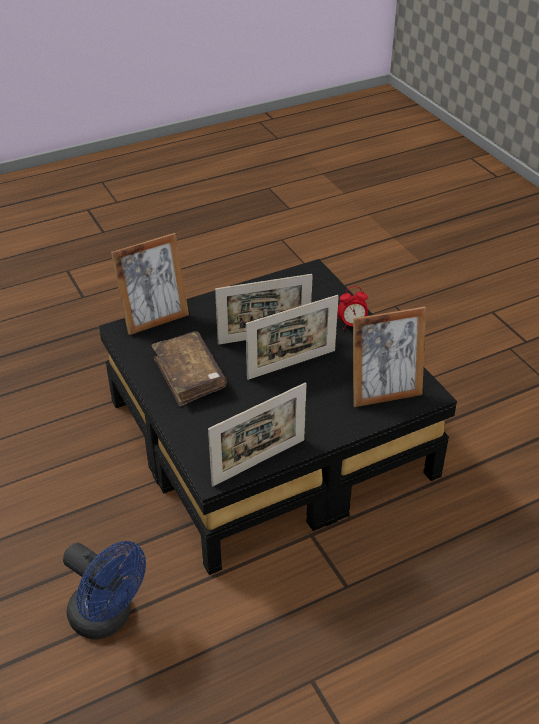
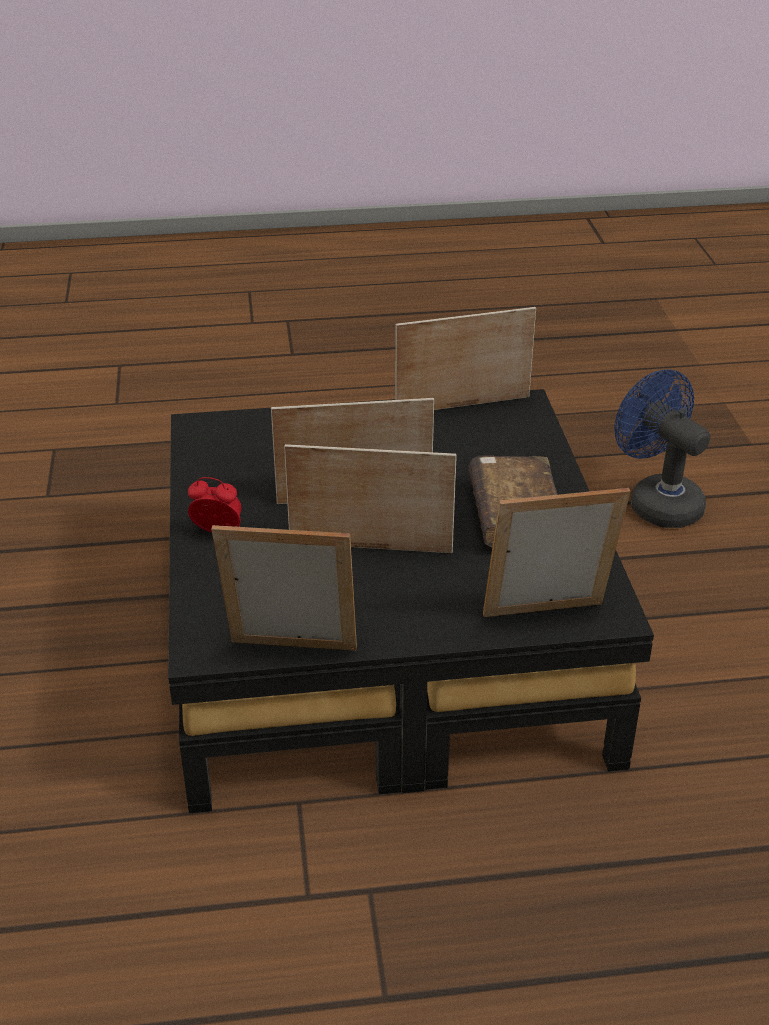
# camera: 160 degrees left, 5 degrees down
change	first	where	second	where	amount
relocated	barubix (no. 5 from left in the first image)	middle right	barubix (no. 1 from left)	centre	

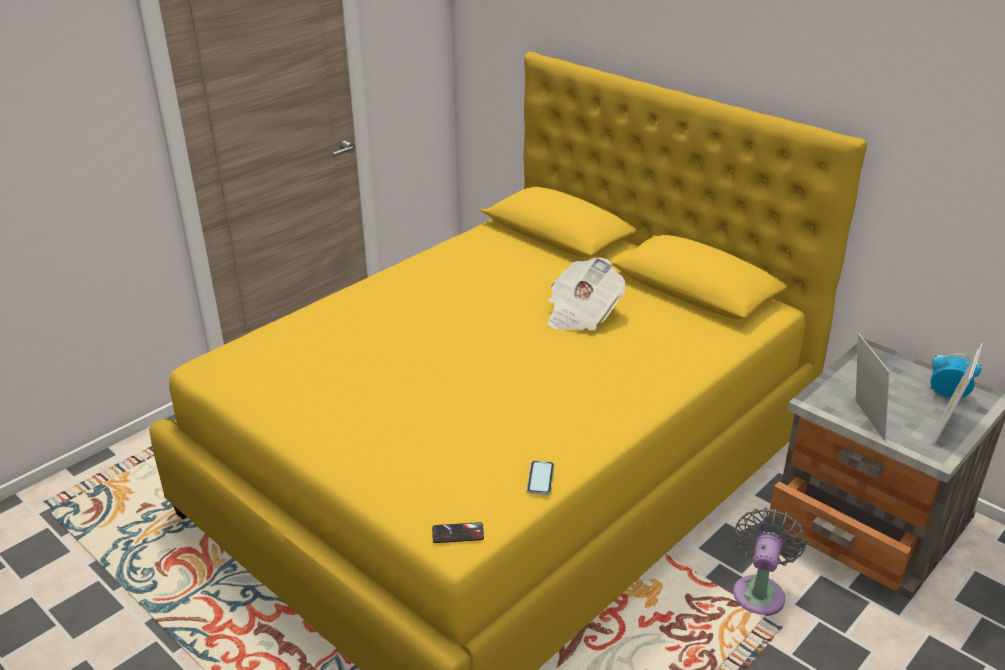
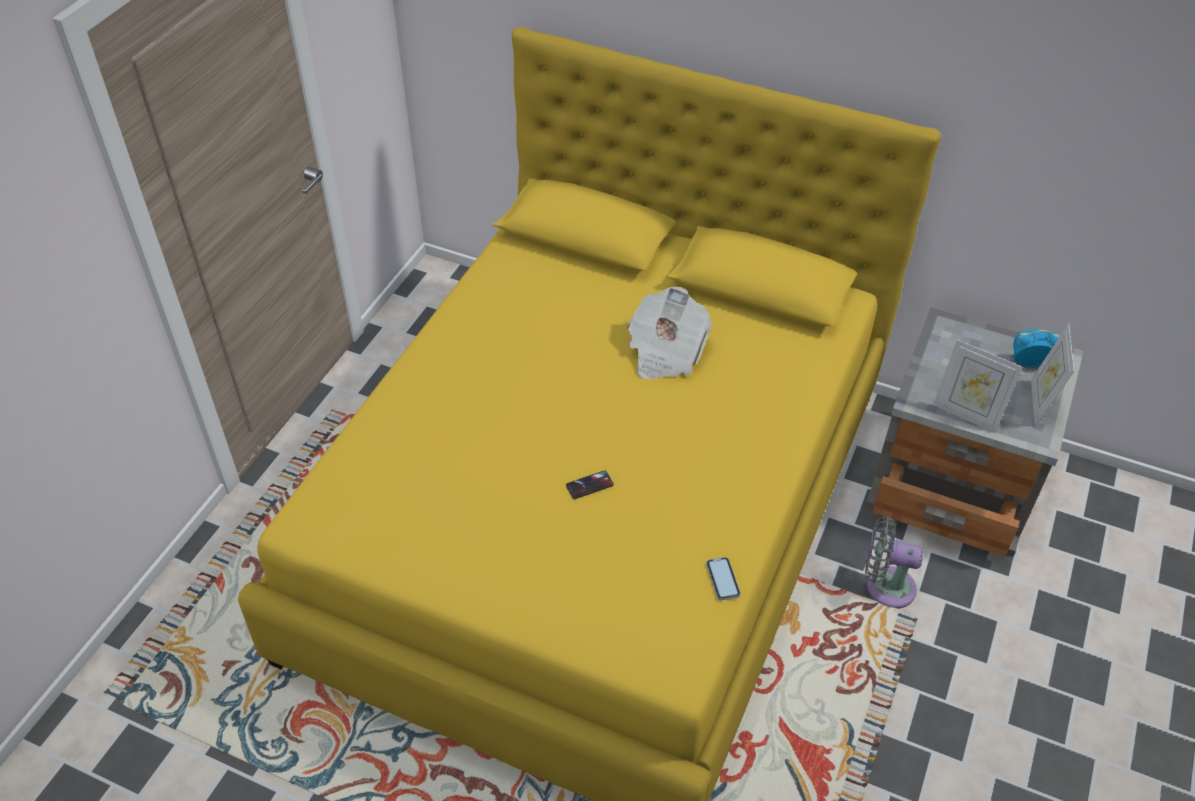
# camera: 20 degrees left, 15 degrees up
change	first	where	second	where	amount
spun	barubix (no. 1 from left)	middle right		middle right	150 degrees clockwise
spun	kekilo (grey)	bottom right		bottom right	75 degrees counterclockwise
relocated	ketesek (no. 1 from left)	bottom centre		centre	

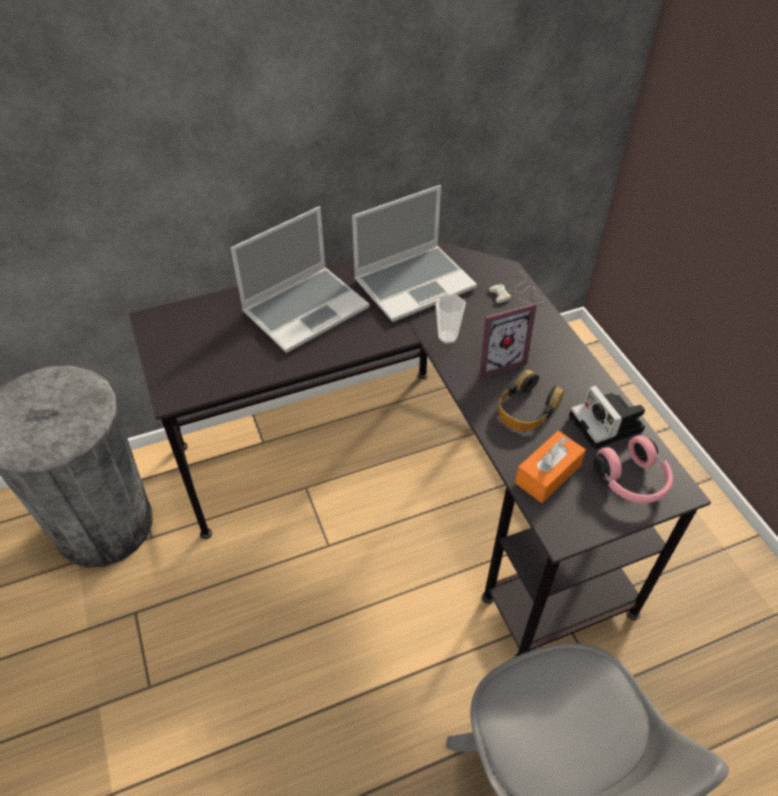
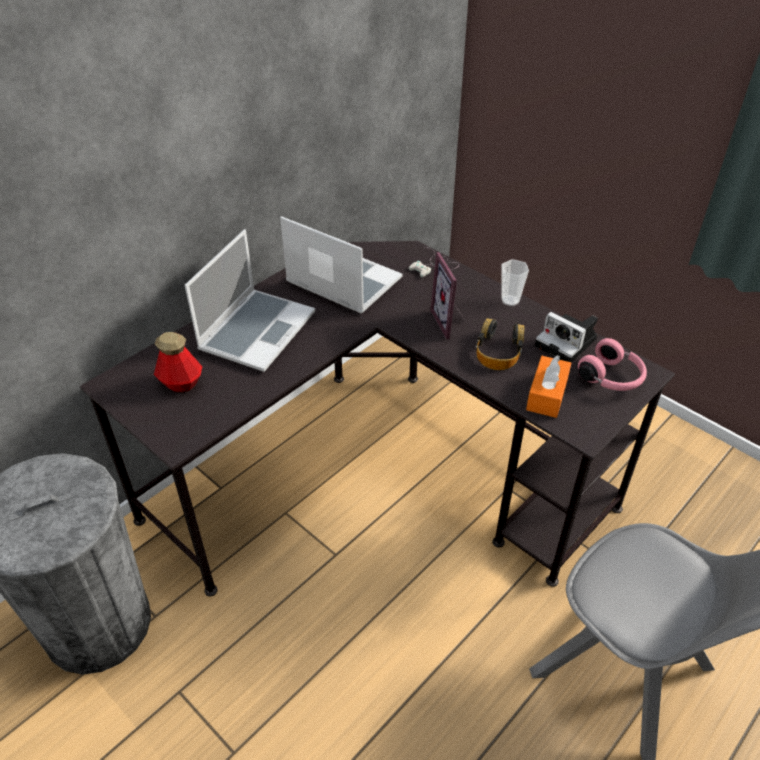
# camera: 25 degrees left, 5 degrees down
change	first	where	second	where	amount
spun	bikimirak (no. 2 from left)	top centre		centre	90 degrees counterclockwise
relocated	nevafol	centre		middle right	
spun	barubix	centre		centre	120 degrees clockwise
appeared			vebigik	middle left	

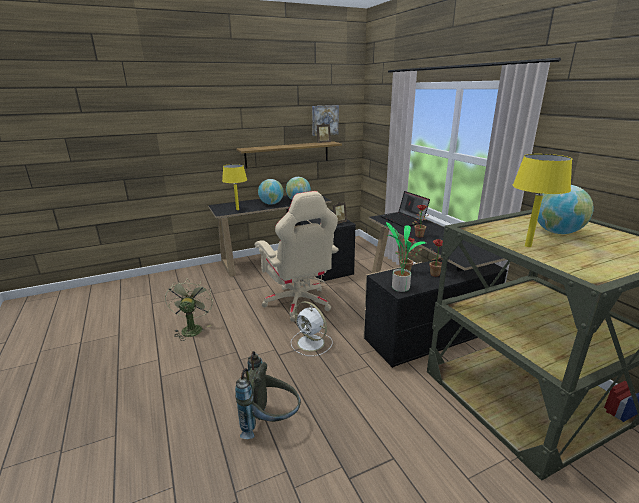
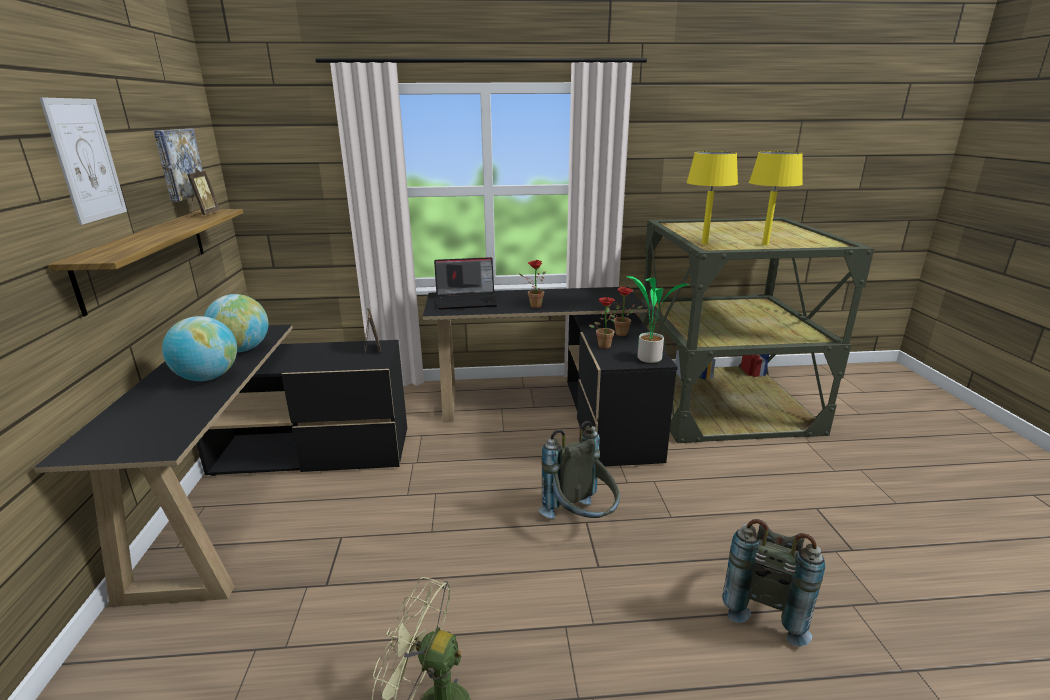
# camera: 70 degrees left, 0 degrees up
change	first	where	second	where	amount
relocated	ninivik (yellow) (no. 1 from left)	centre		top right	
missing	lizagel (no. 3 from left)	middle right			
missing	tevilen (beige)	centre			
exchanged	kekilo (white)	centre	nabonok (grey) (no. 1 from left)	bottom centre	
appeared			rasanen (no. 1 from left)	top left	

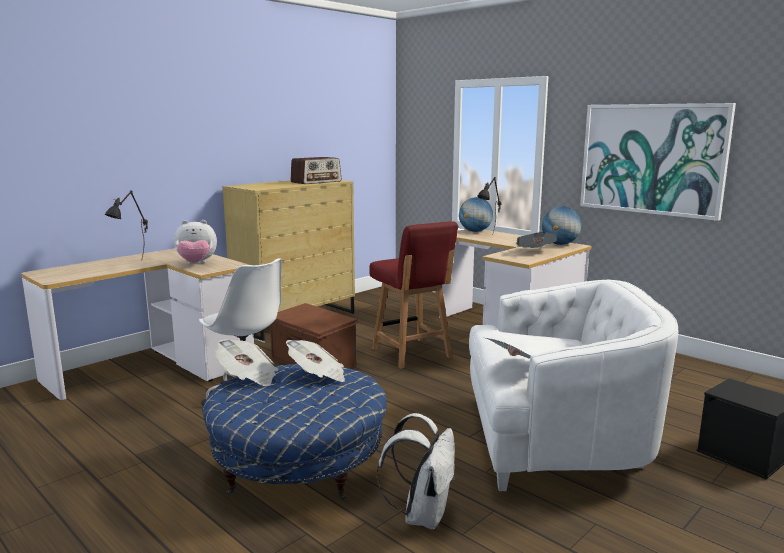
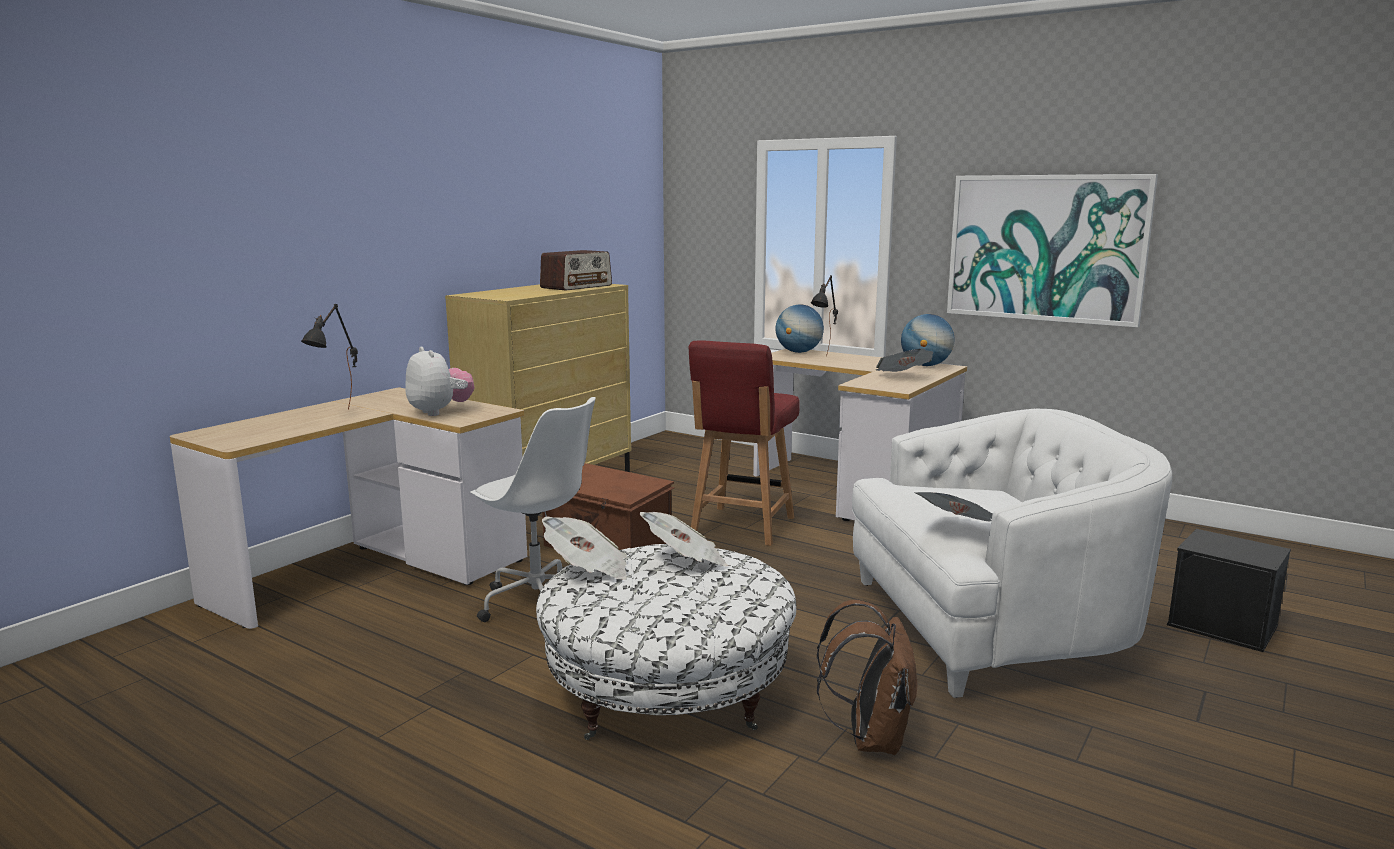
# camera: 10 degrees left, 0 degrees up
change	first	where	second	where	amount
spun	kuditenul	middle left		middle left	105 degrees counterclockwise
spun	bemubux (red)	centre		centre	60 degrees clockwise
colour	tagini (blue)	bottom centre	tagini (white)	bottom centre	
colour	nabonok (white)	bottom centre	nabonok (brown)	bottom centre	

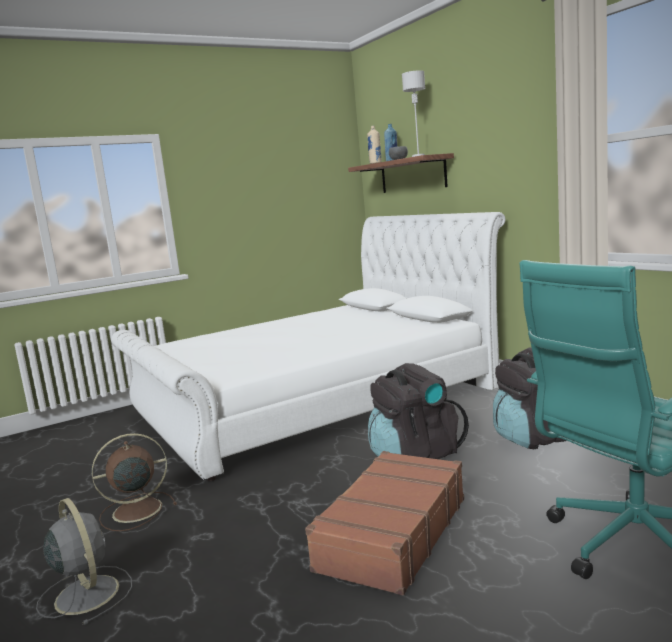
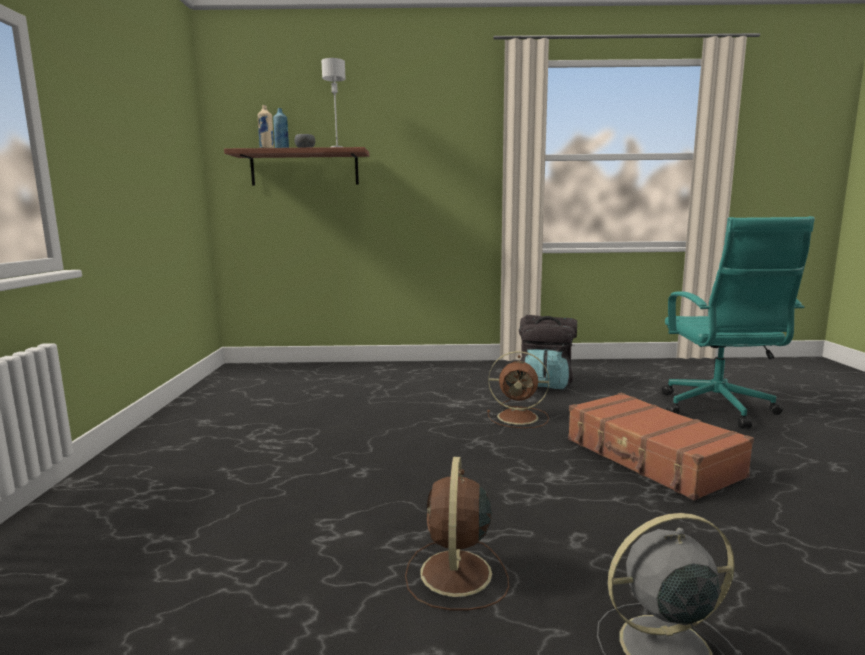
# camera: 60 degrees left, 0 degrees up
change	first	where	second	where	amount
missing	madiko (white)	centre			
exchanged	nabonok (black) (no. 1 from left)	centre	kekilo (brown) (no. 2 from left)	centre	

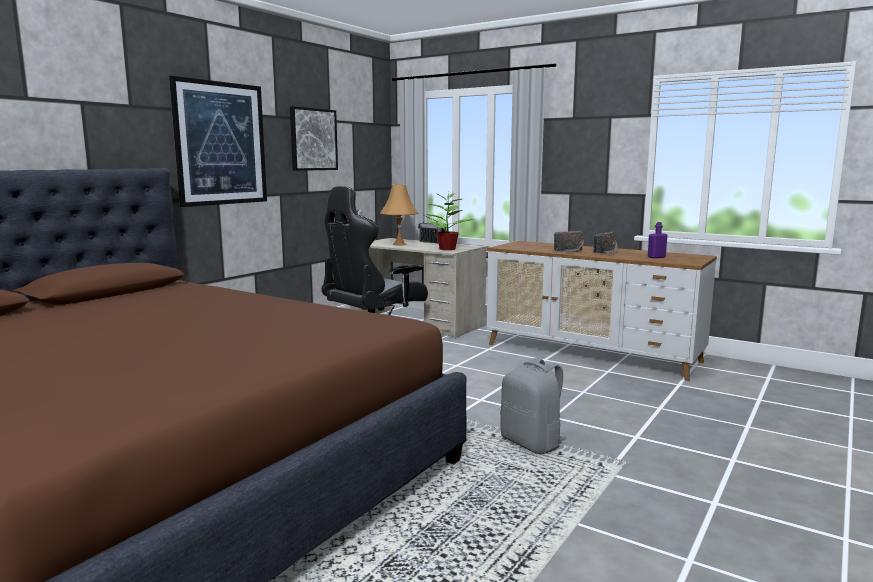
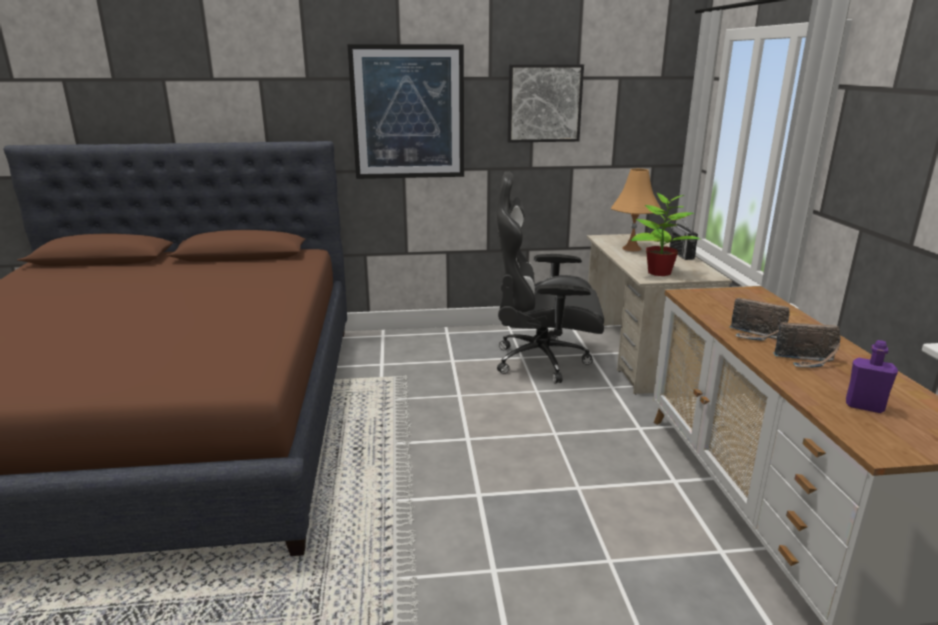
# camera: 50 degrees right, 10 degrees up
change	first	where	second	where	amount
missing	nabonok (grey)	bottom centre			

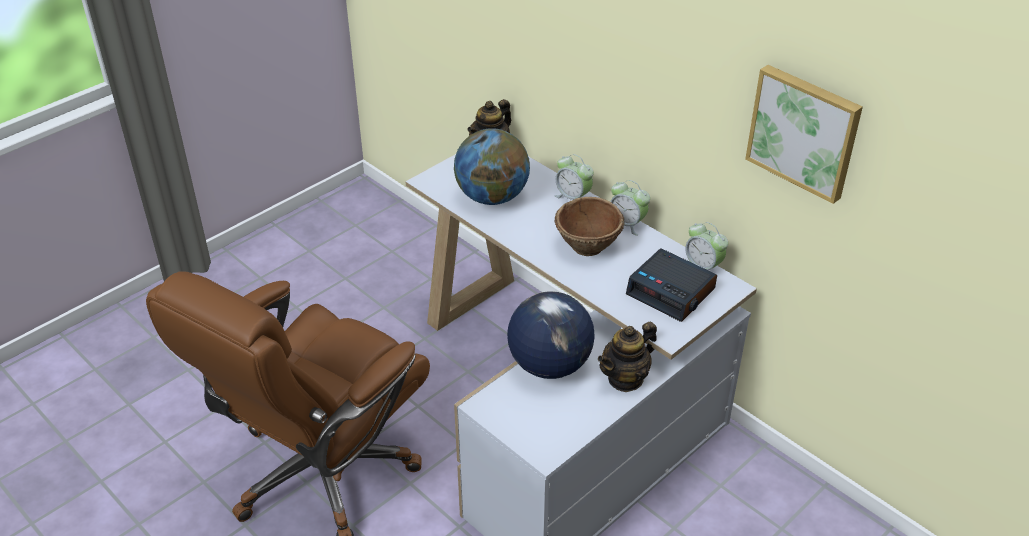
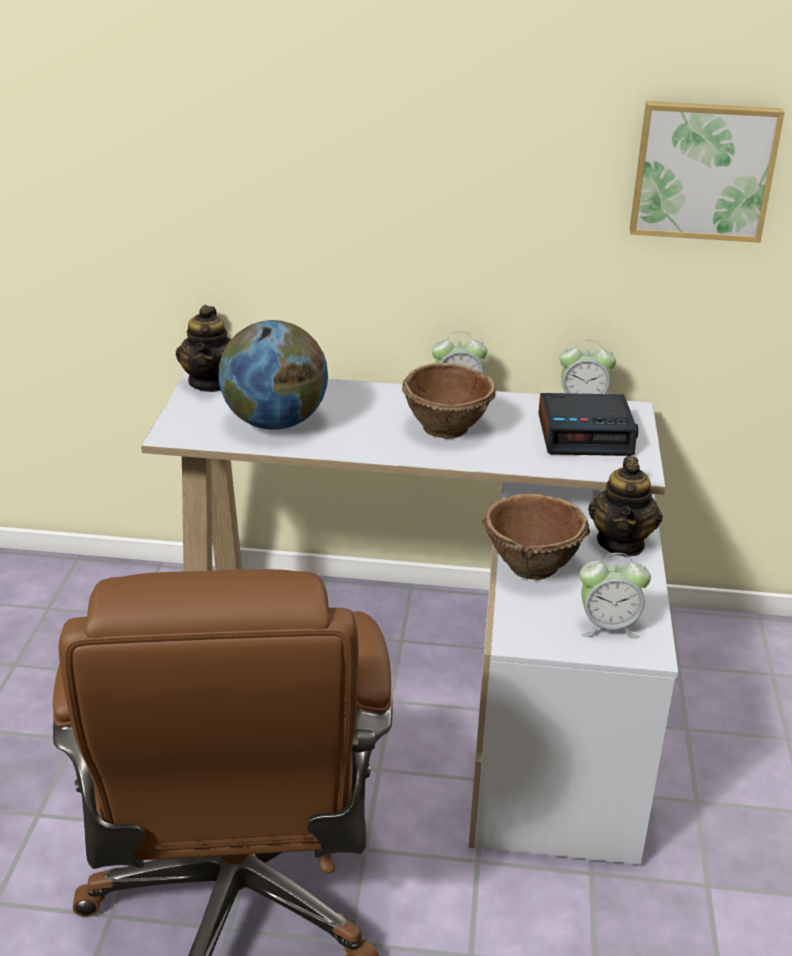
# camera: 40 degrees left, 10 degrees down
change	first	where	second	where	amount
relocated	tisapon (no. 1 from left in the first image)	top centre	tisapon (no. 4 from left)	middle right	
exchanged	lizagel (no. 2 from left)	centre	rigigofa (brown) (no. 2 from left)	middle right	

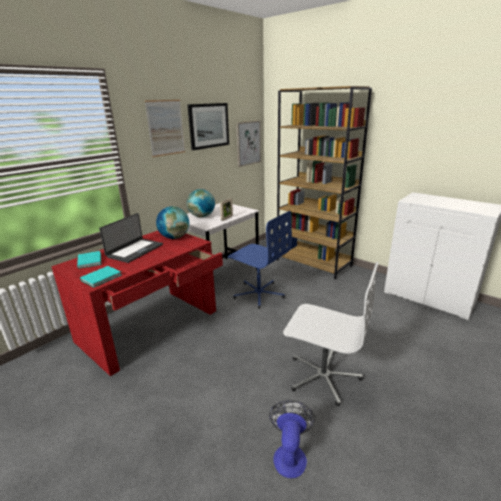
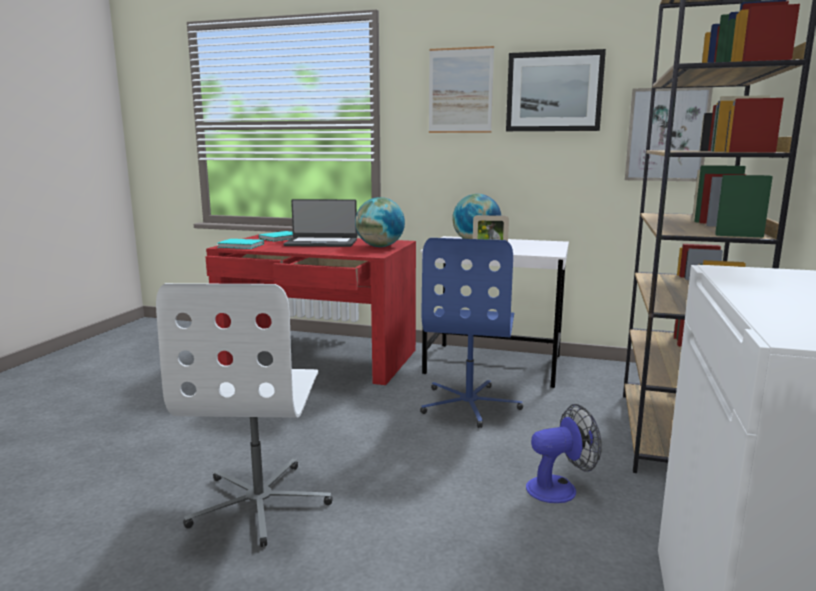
# camera: 65 degrees right, 10 degrees down
change	first	where	second	where	amount
relocated	kekilo	bottom centre		bottom right	

